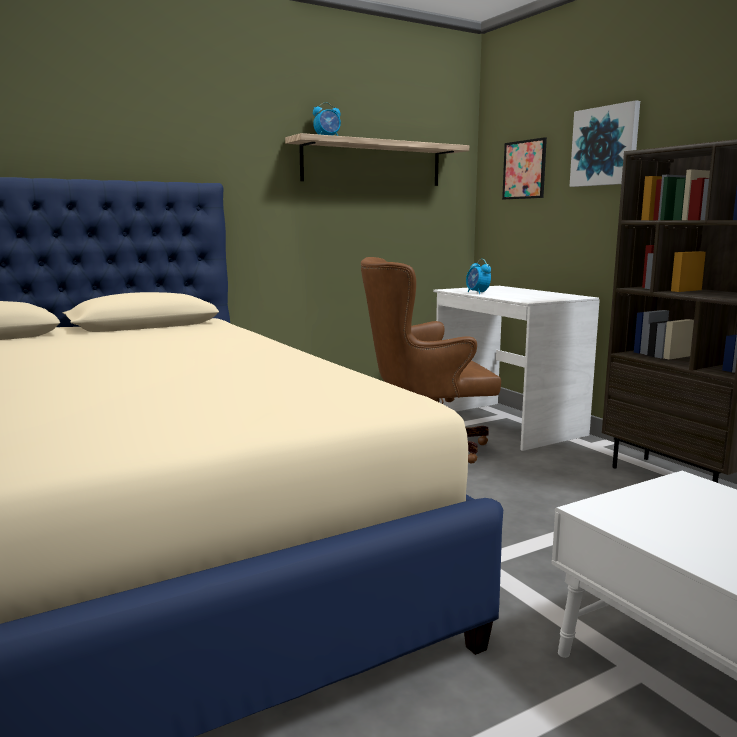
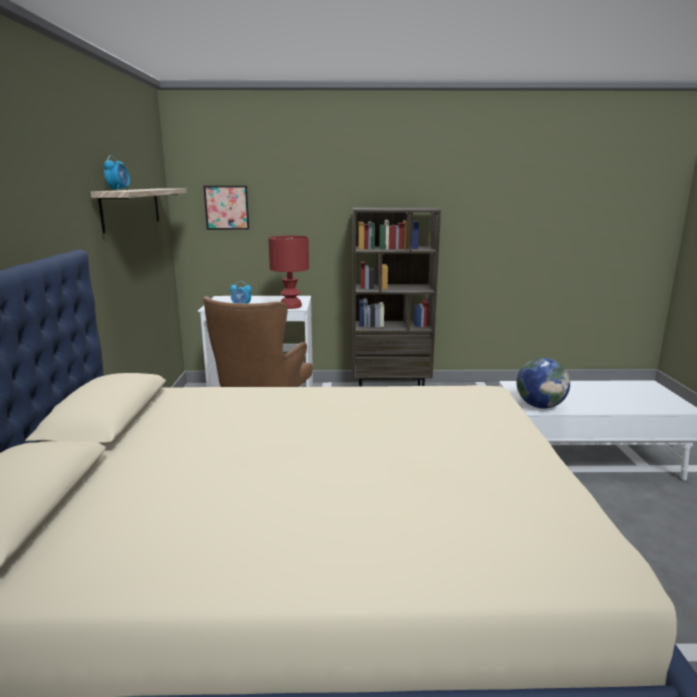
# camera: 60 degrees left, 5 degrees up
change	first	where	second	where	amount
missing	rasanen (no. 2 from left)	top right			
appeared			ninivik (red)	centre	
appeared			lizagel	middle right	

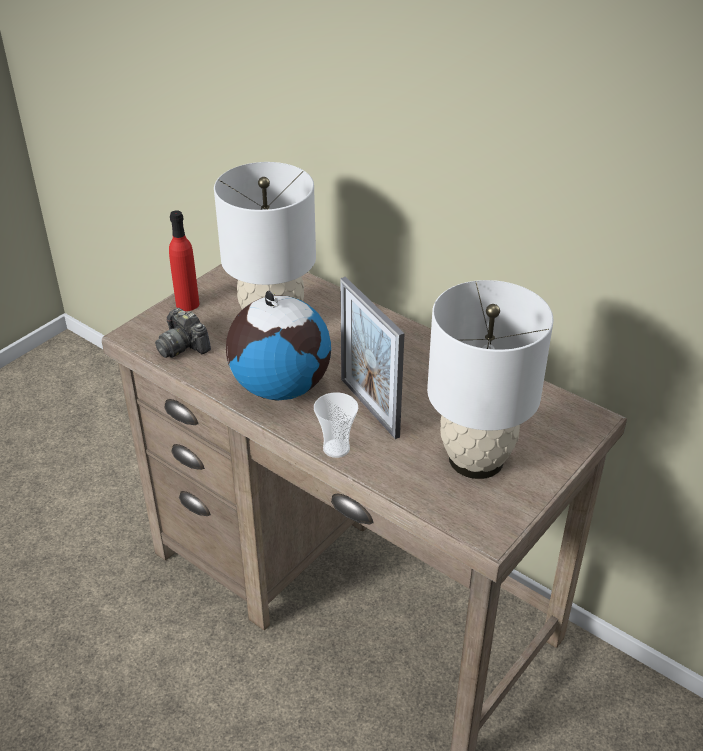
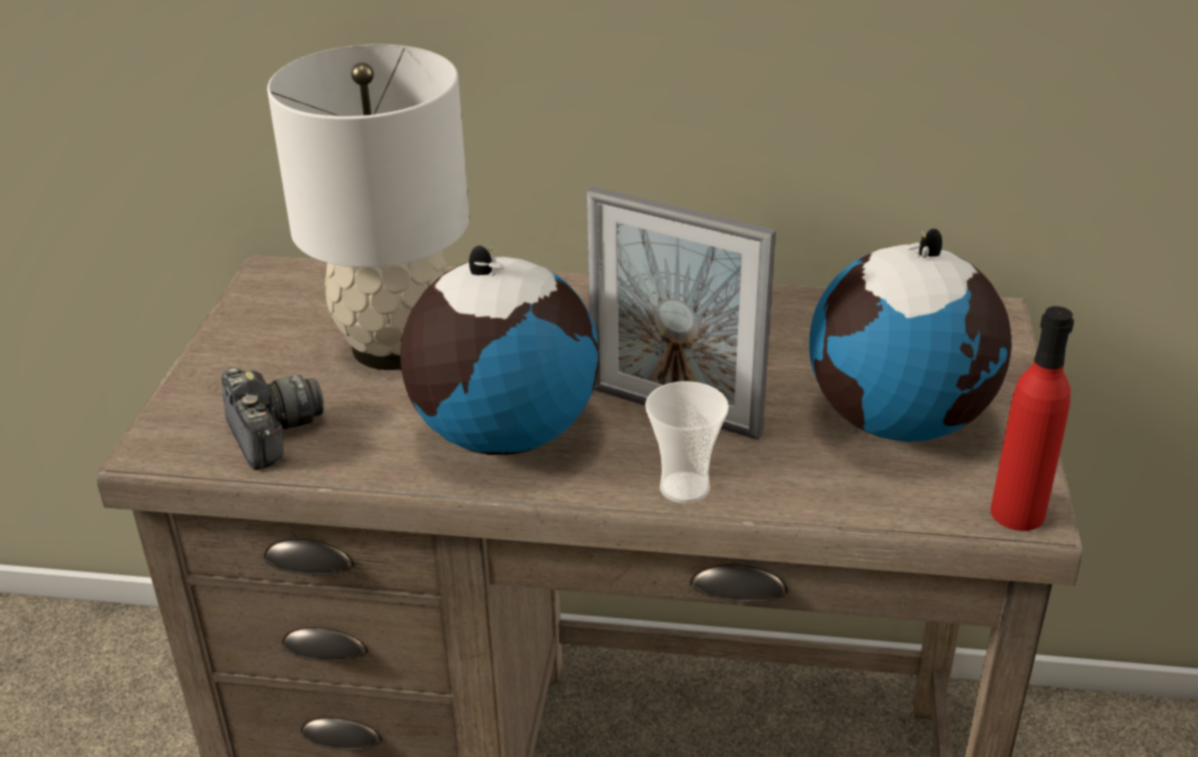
# camera: 30 degrees left, 5 degrees down
change	first	where	second	where	amount
relocated	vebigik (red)	middle left		middle right	
exchanged	ninivik (white) (no. 2 from left)	middle right	lizagel (no. 2 from left)	middle right	
spun	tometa	middle left		middle left	135 degrees counterclockwise

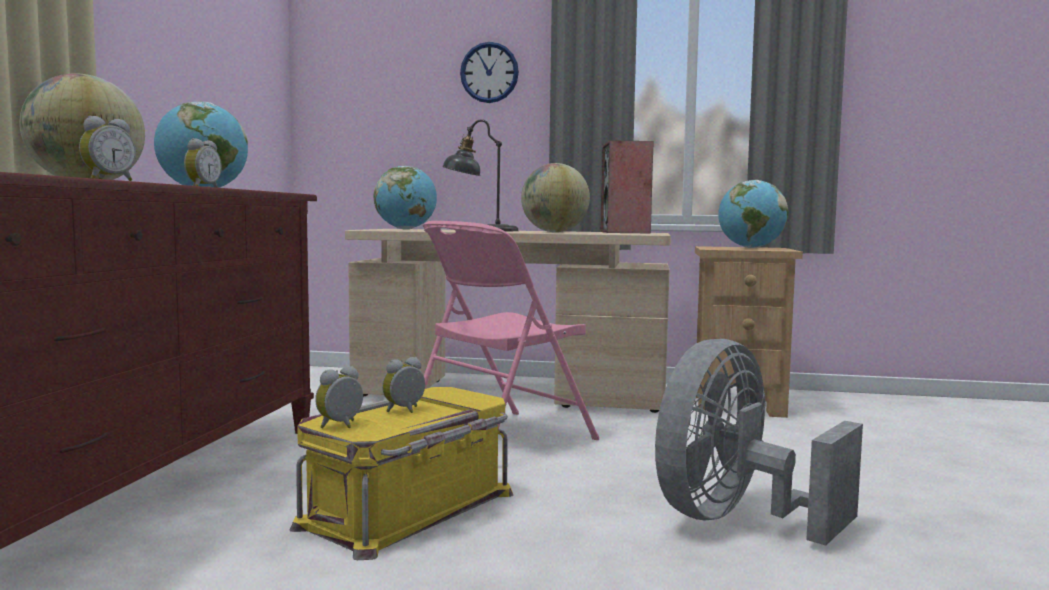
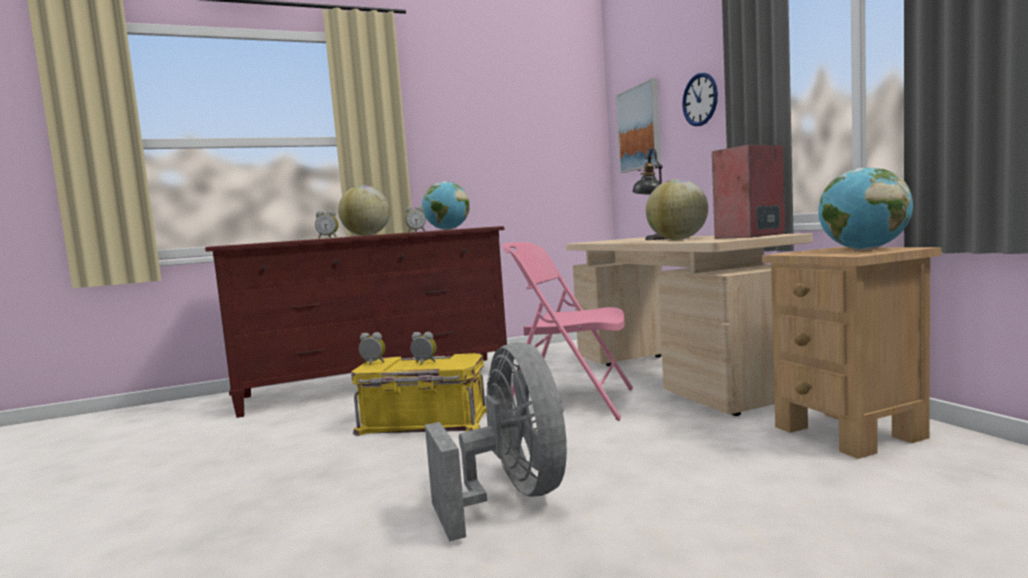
# camera: 60 degrees right, 0 degrees up
change	first	where	second	where	amount
missing	lizagel (no. 3 from left)	centre			
spun	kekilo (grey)	bottom right		bottom centre	60 degrees clockwise
appeared			rasanen	top centre	

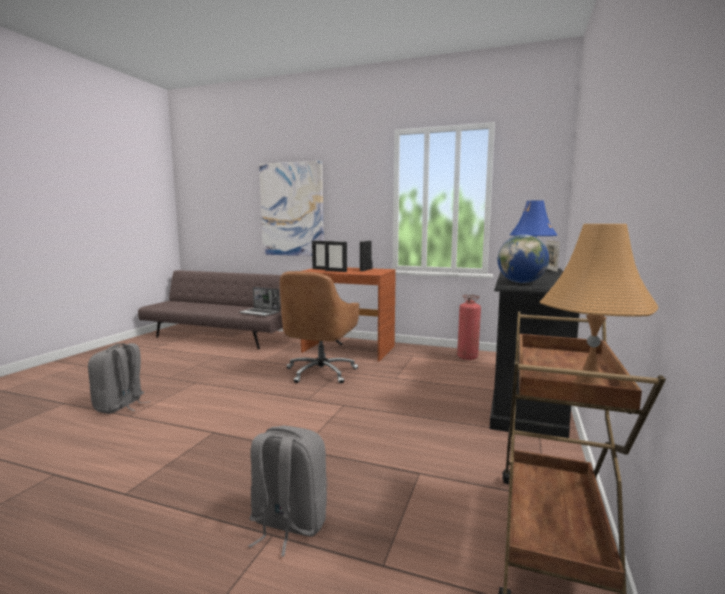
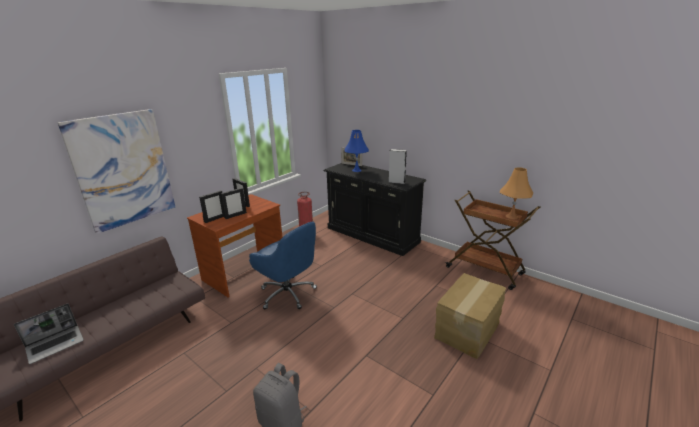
# camera: 70 degrees left, 15 degrees up
change	first	where	second	where	amount
exchanged	lizagel	middle right	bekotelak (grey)	centre	
colour	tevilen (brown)	centre	tevilen (blue)	centre	
relocated	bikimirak	centre		bottom left	
exchanged	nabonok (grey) (no. 2 from left)	bottom centre	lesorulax	bottom right	

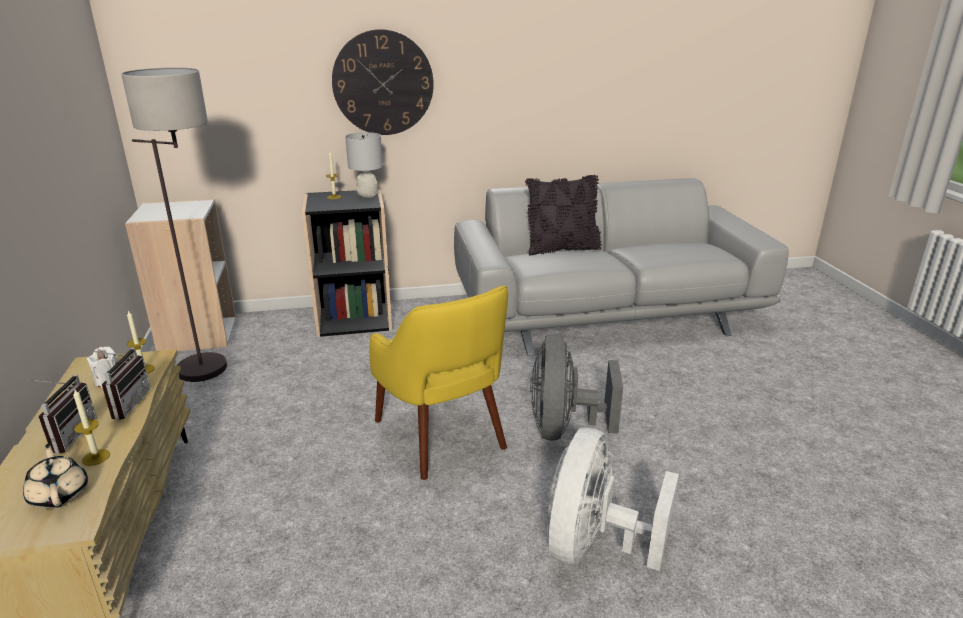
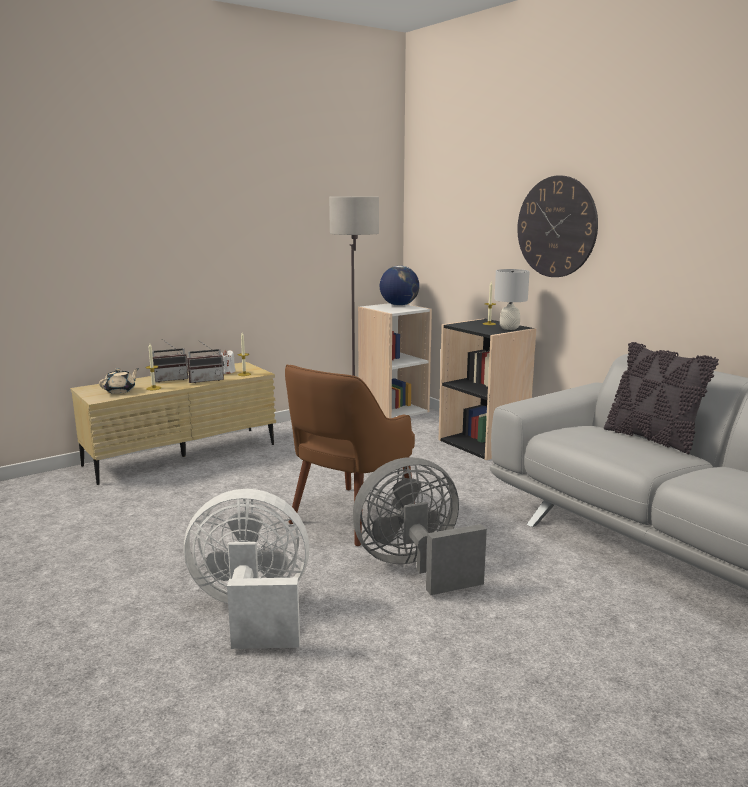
# camera: 65 degrees right, 10 degrees down
change	first	where	second	where	amount
colour	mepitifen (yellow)	centre	mepitifen (brown)	centre	
appeared			lizagel	centre	

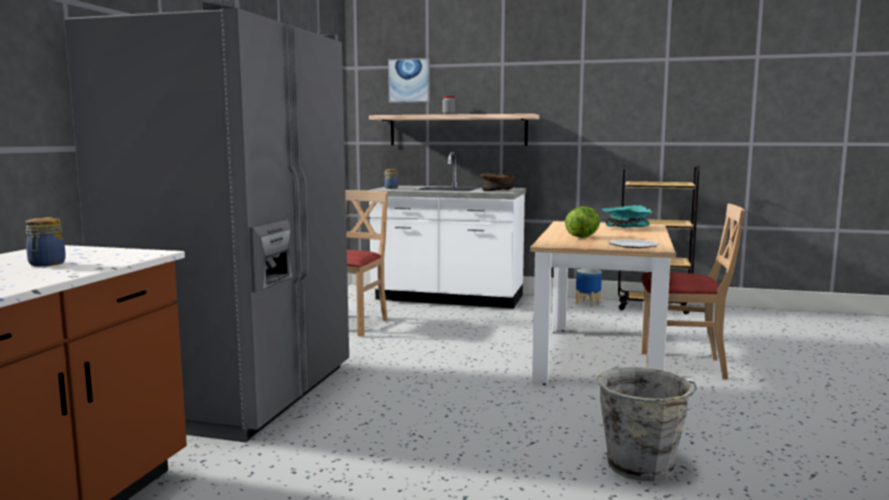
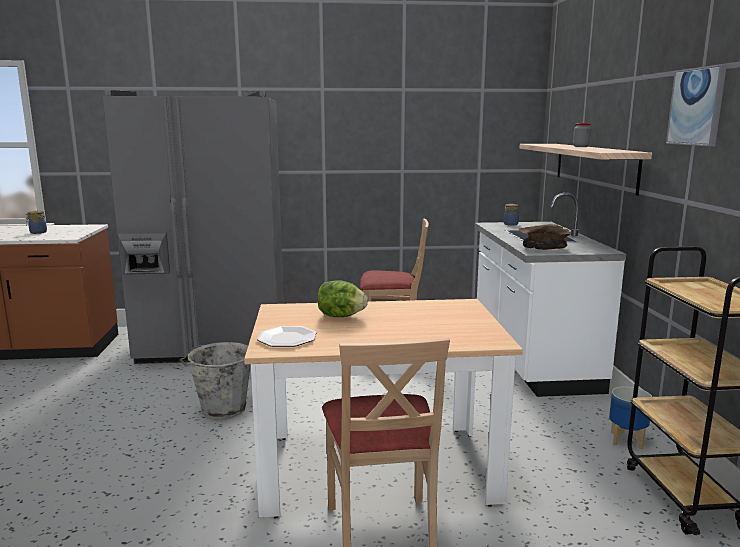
# camera: 70 degrees right, 5 degrees up
change	first	where	second	where	amount
relocated	rasanen	top centre		top right	
missing	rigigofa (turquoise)	middle right			
relocated	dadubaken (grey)	bottom right		bottom left	

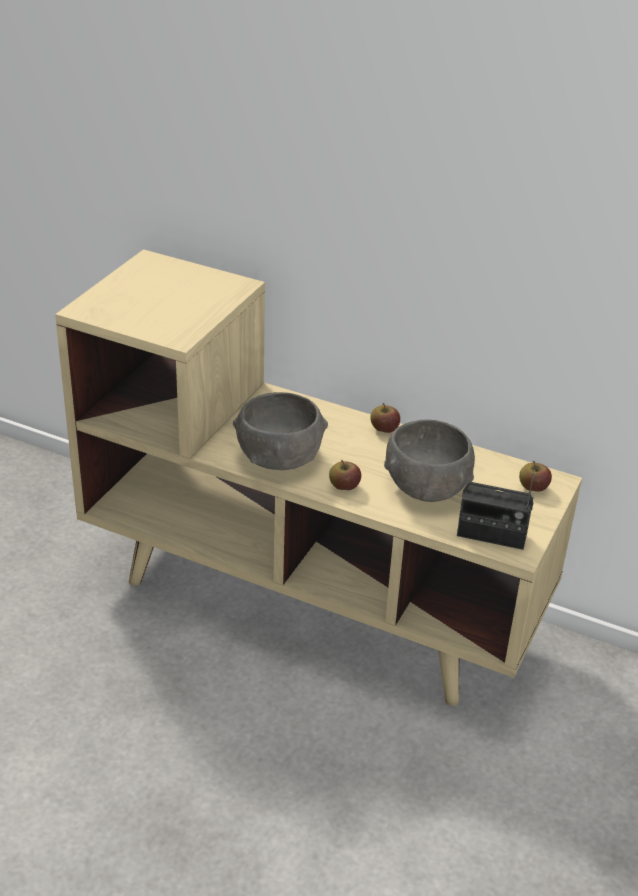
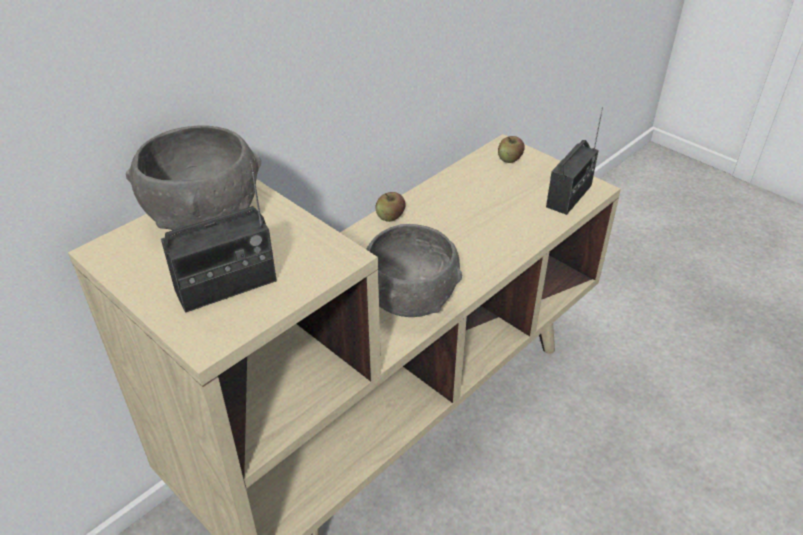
# camera: 70 degrees left, 5 degrees up
change	first	where	second	where	amount
relocated	rigigofa (grey) (no. 2 from left in the first image)	middle right	rigigofa (grey) (no. 1 from left)	top left	
missing	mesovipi (no. 1 from left)	centre			
appeared			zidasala (no. 1 from left)	middle left	

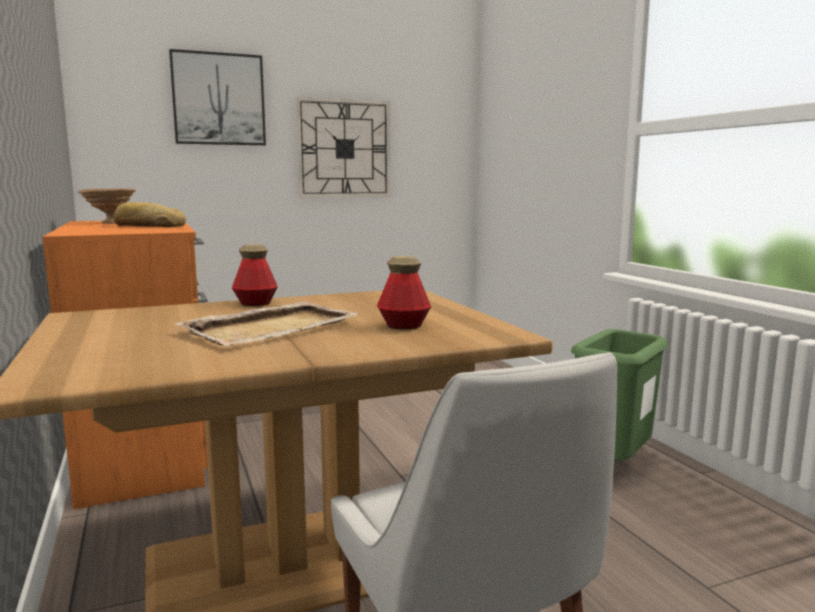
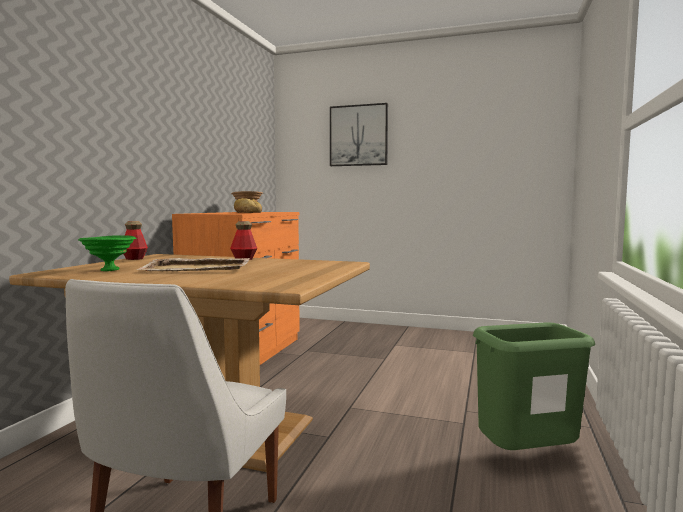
# camera: 40 degrees right, 5 degrees down
change	first	where	second	where	amount
missing	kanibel	top centre			
relocated	vebigik (no. 2 from left in the first image)	centre	vebigik (no. 1 from left)	middle left	
appeared			rigigofa (green)	middle left	

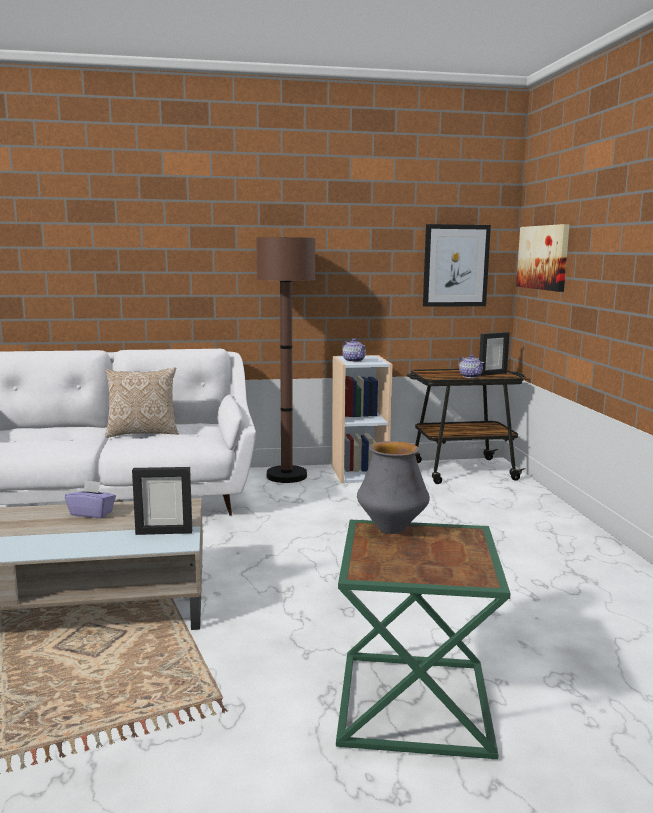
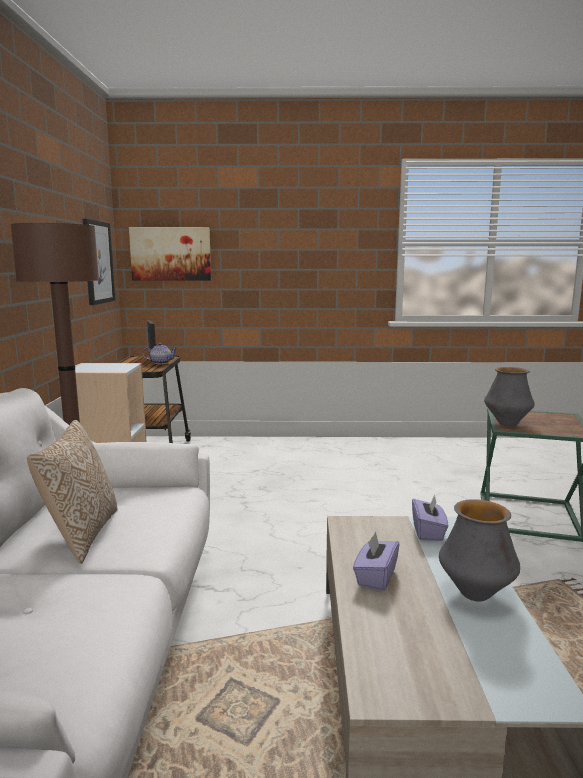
# camera: 80 degrees left, 0 degrees up
change	first	where	second	where	amount
missing	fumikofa (no. 1 from left)	centre			
exchanged	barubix (no. 1 from left)	middle left	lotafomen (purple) (no. 2 from left)	middle right	
appeared			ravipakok (no. 1 from left)	bottom right	

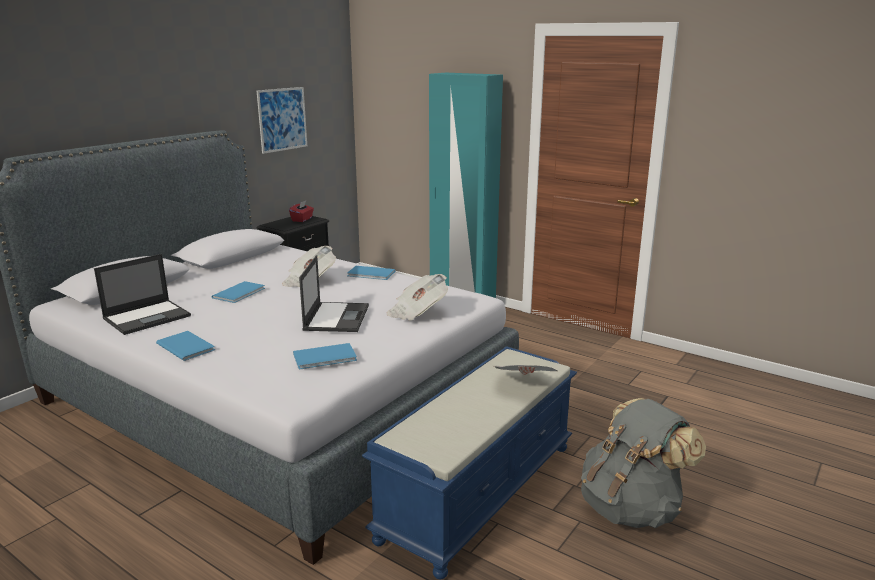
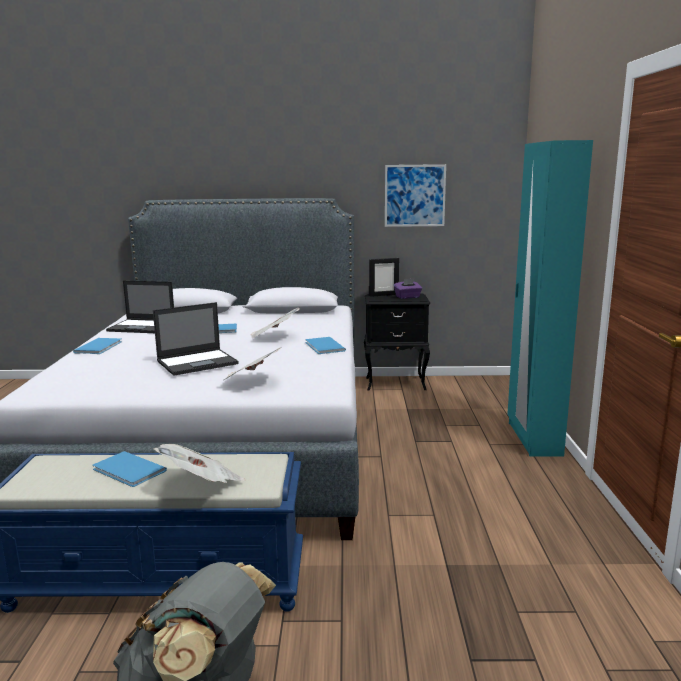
# camera: 55 degrees right, 5 degrees down
change	first	where	second	where	amount
colour	lotafomen (red)	centre	lotafomen (purple)	centre	
relocated	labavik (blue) (no. 3 from left in the first image)	centre	labavik (blue) (no. 2 from left)	bottom left	
appeared			barubix	centre	

